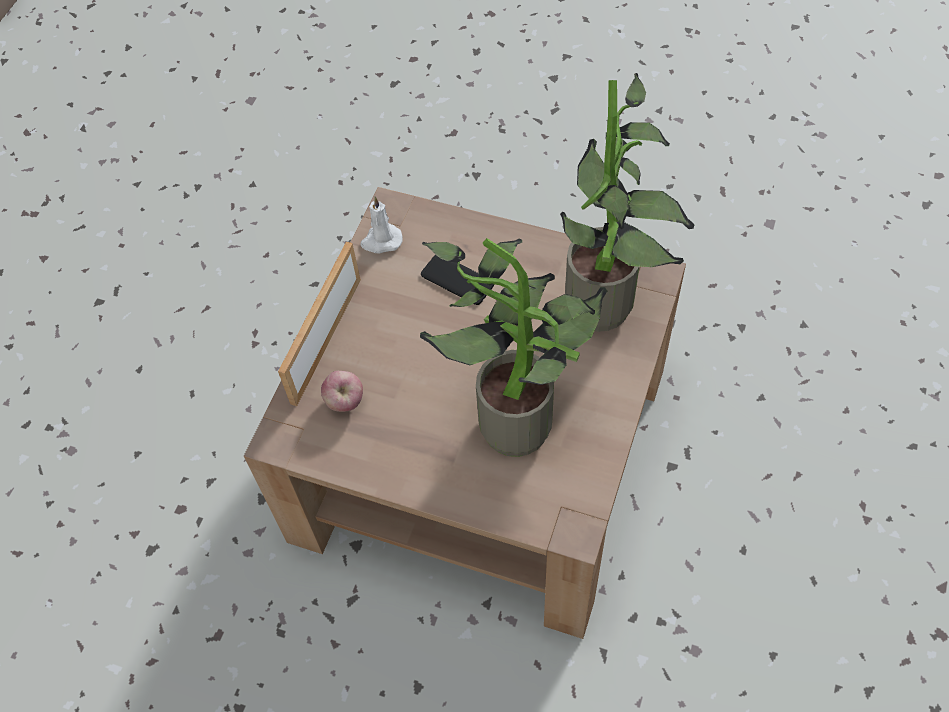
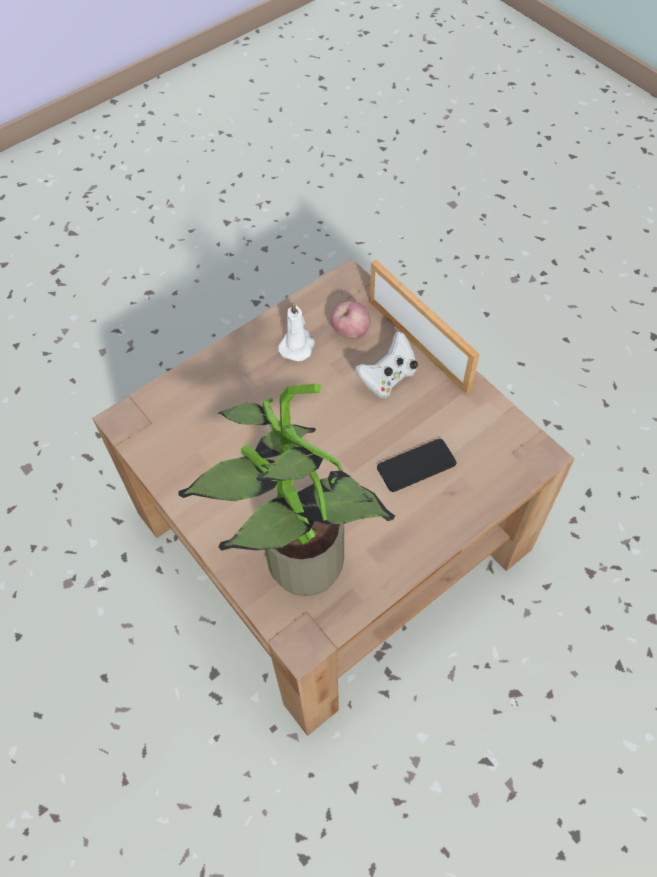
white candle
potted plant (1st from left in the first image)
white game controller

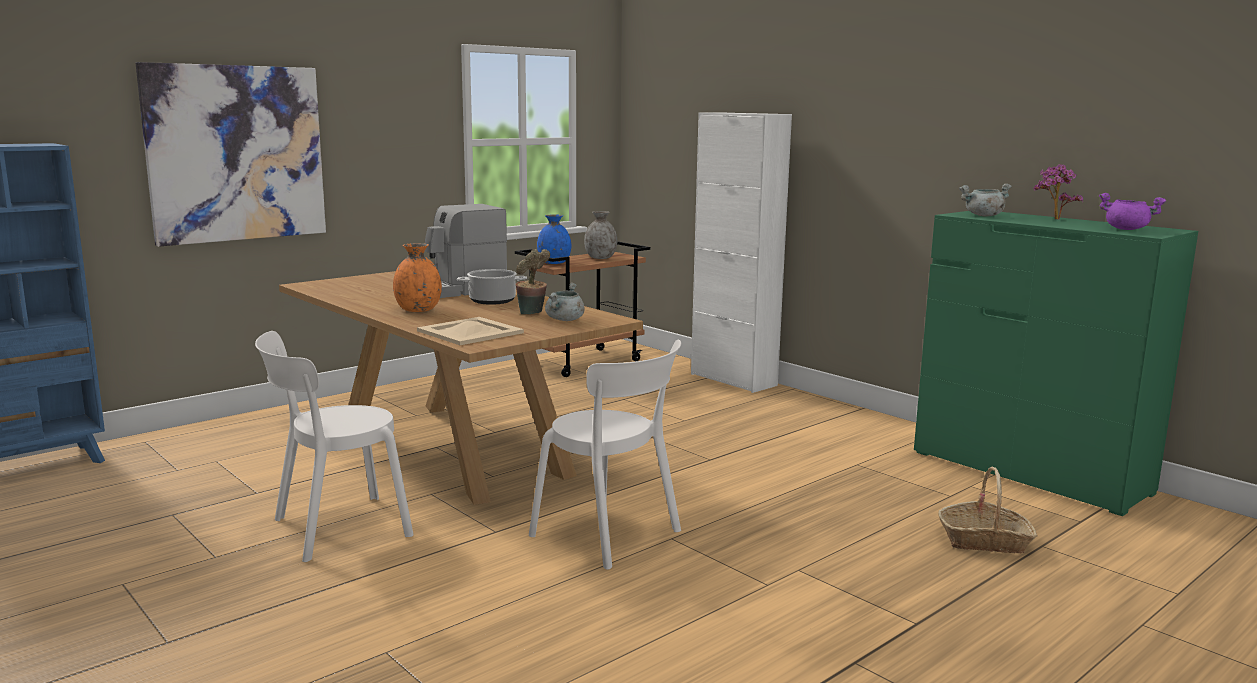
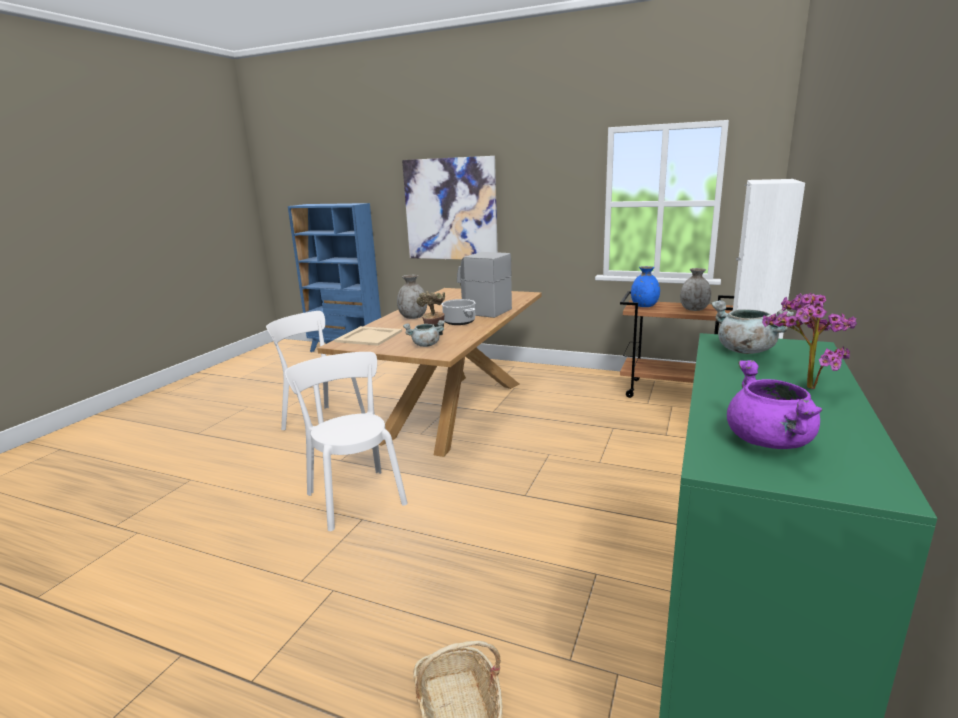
grey vase (1st from left)
white chair (2nd from left)

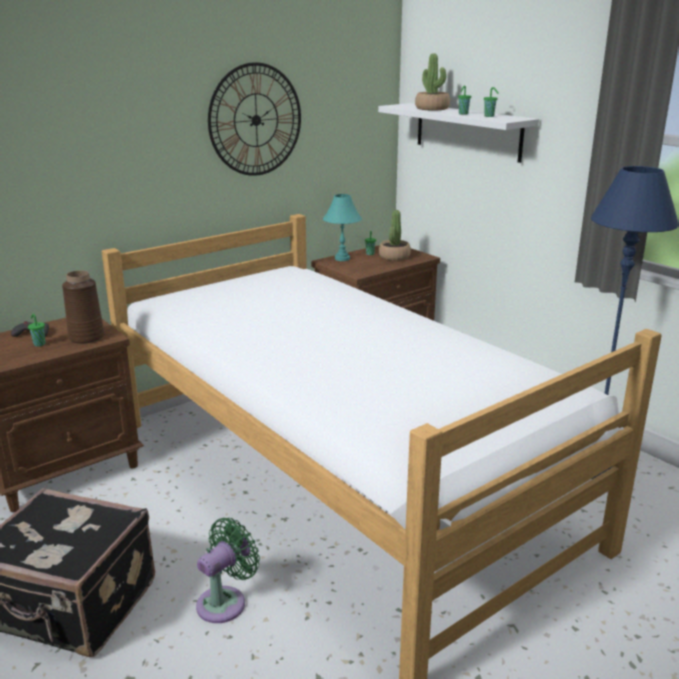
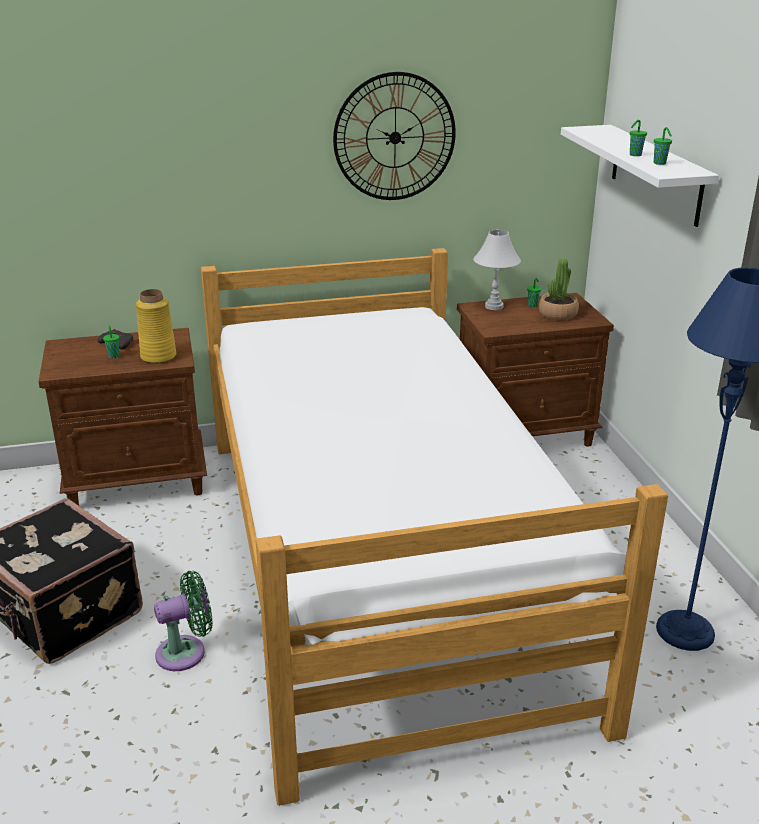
yellow vase
white table lamp
potted plant (2nd from left in the first image)

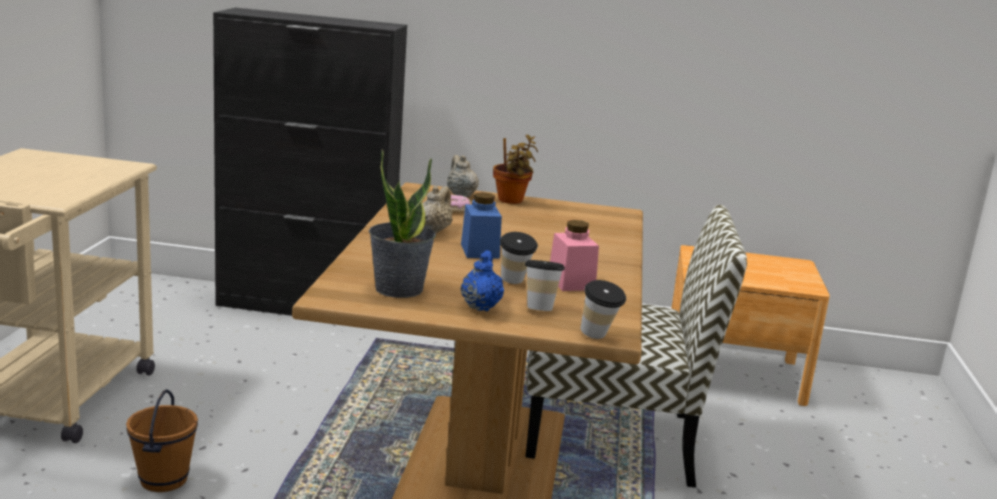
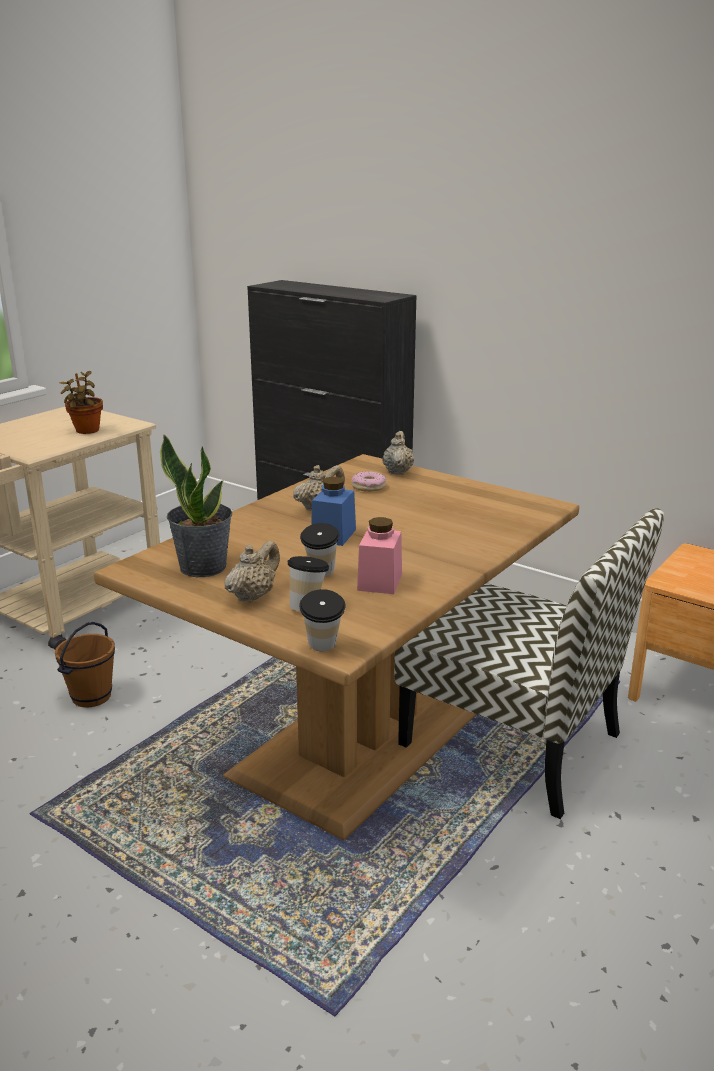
beige teapot (1st from left)
potted plant (1st from left)

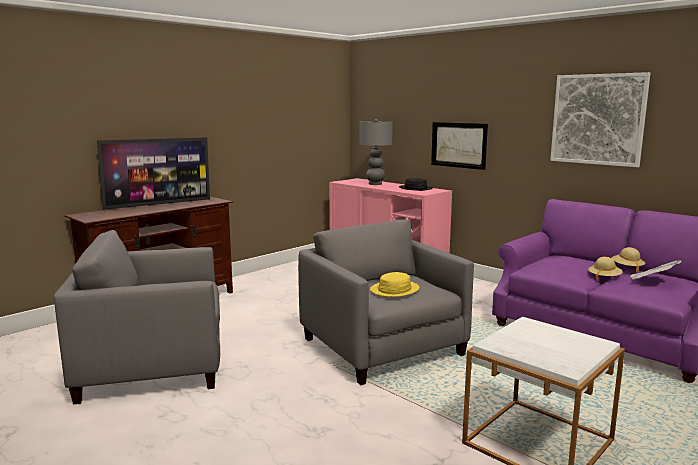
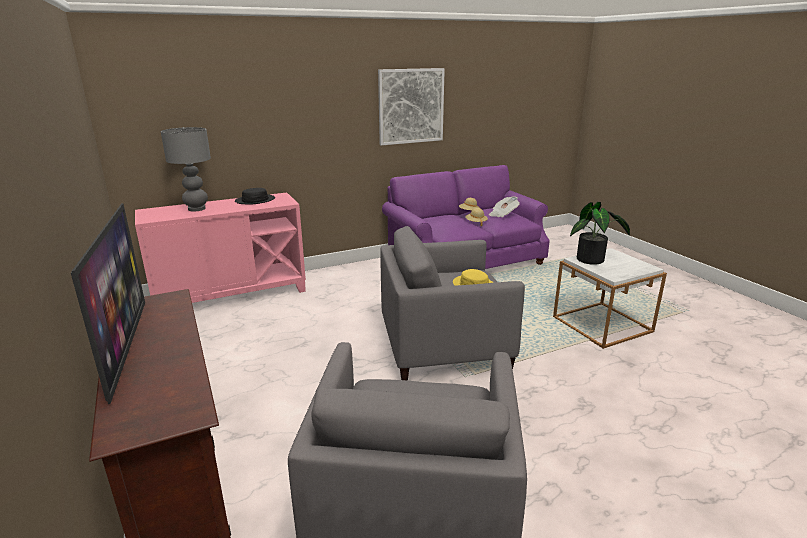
picture (1st from left in the first image)
potted plant

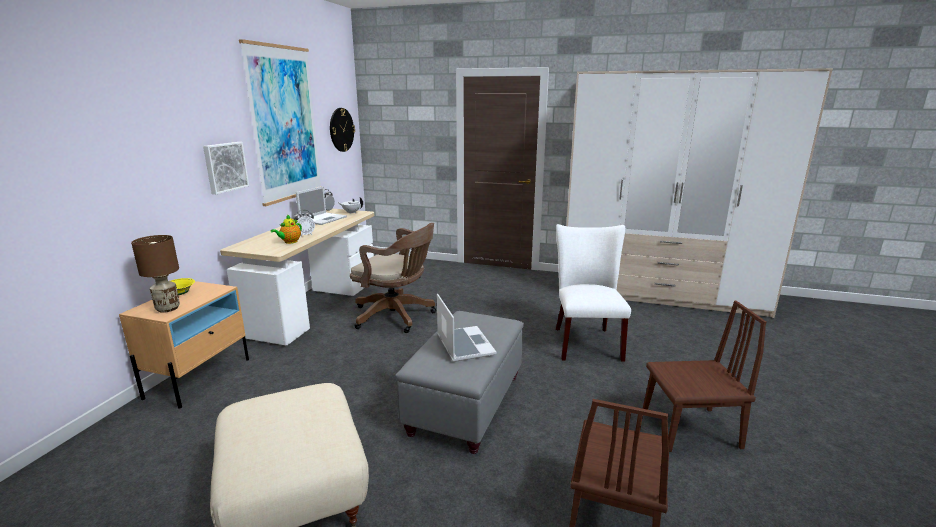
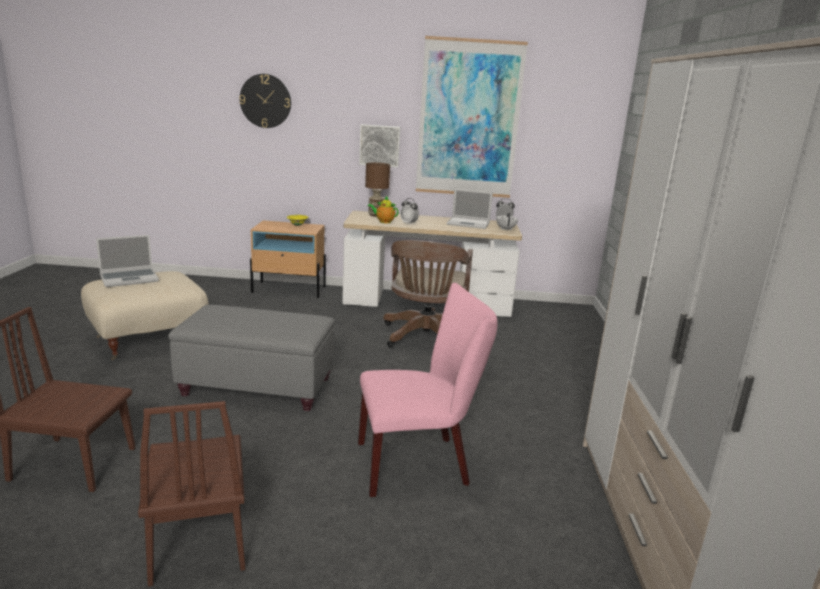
brown table lamp
wall clock
laptop (1st from left)
pink chair

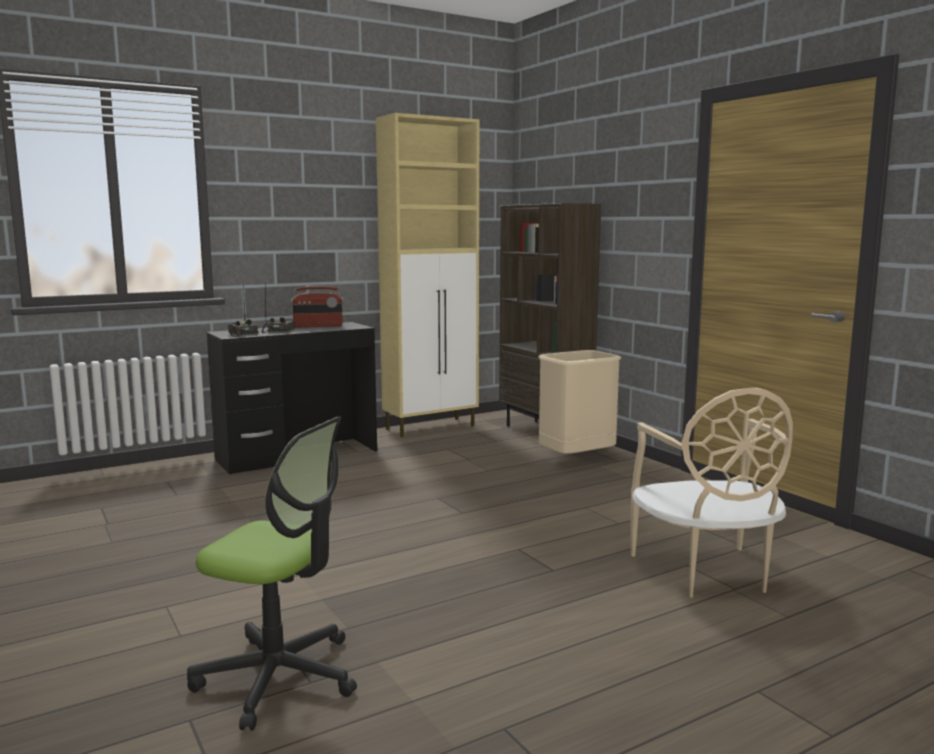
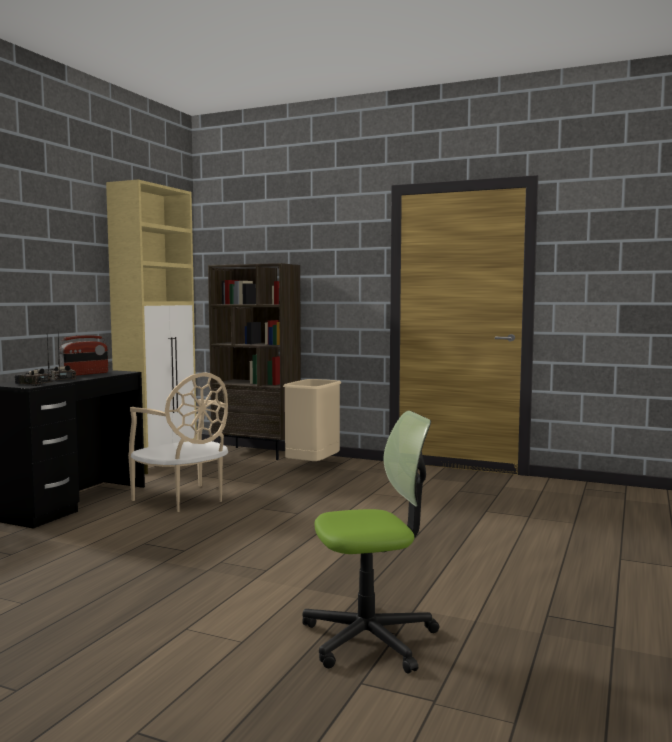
beige chair

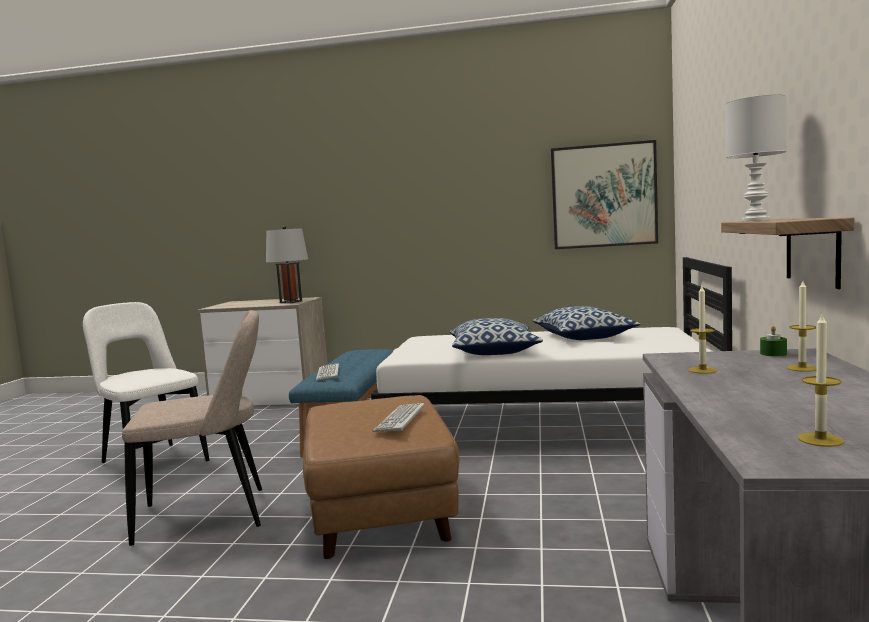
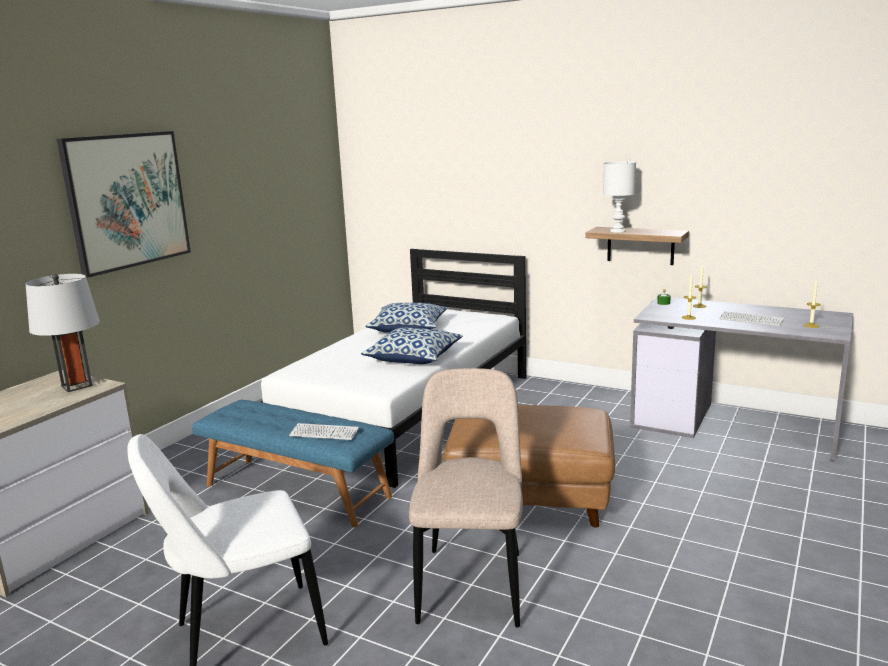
keyboard (2nd from left)
picture

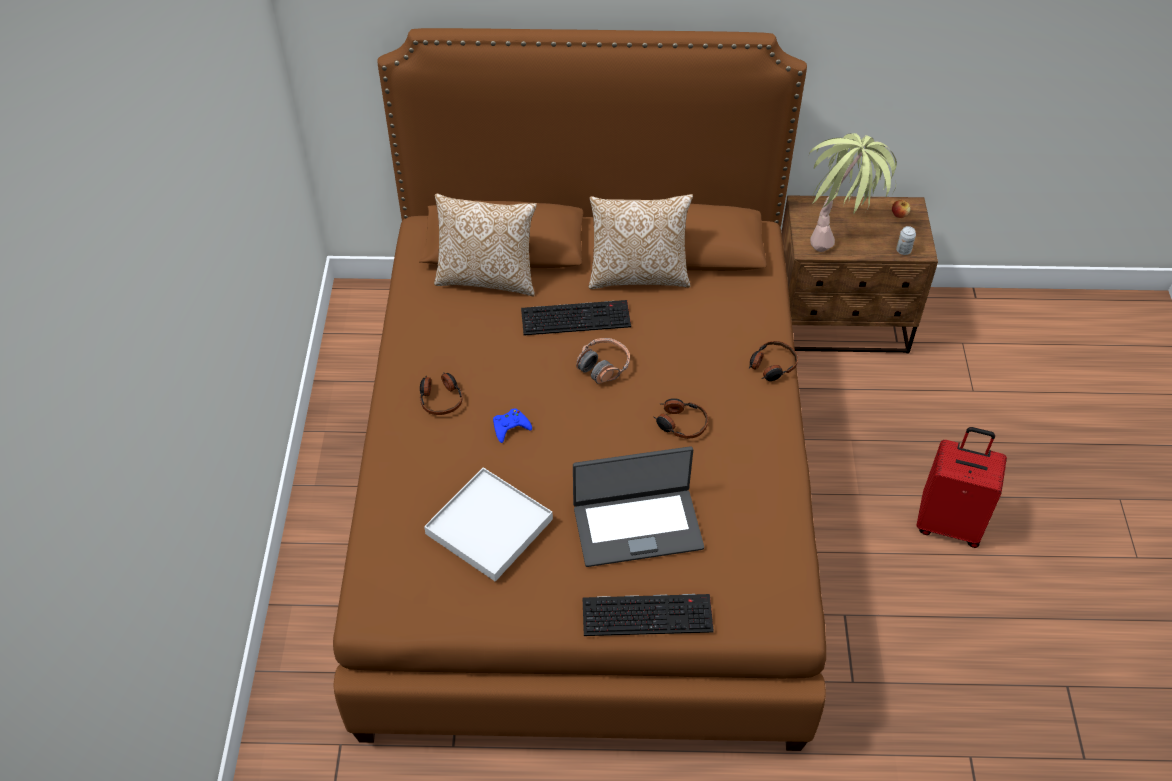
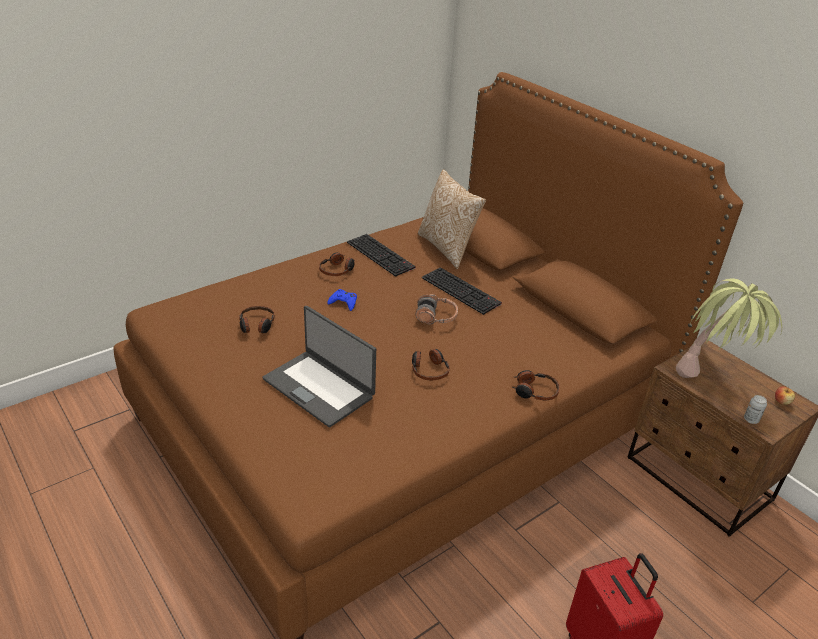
headphones (1st from left)
keyboard (1st from left)
pillow (2nd from left in the first image)

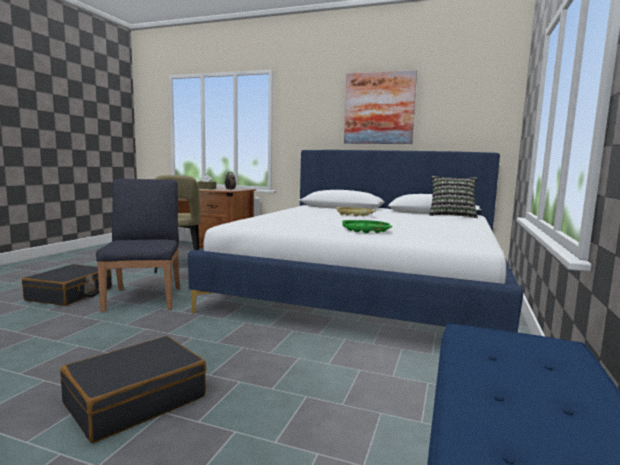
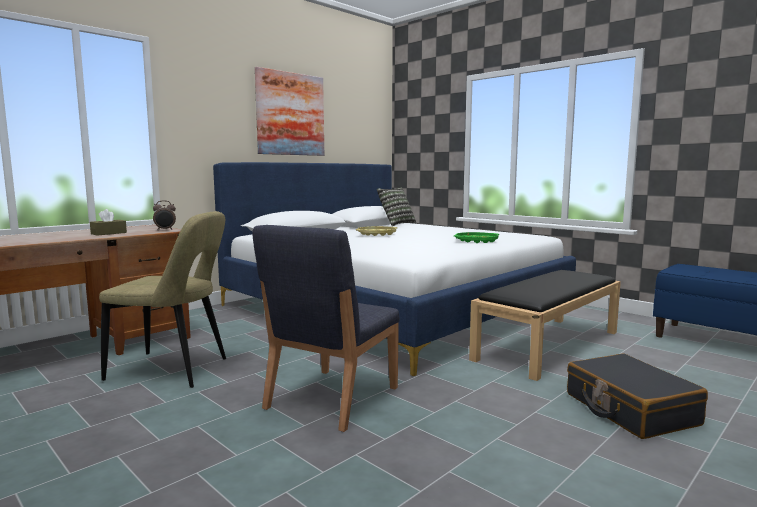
black suitcase (1st from left in the first image)
blue chair
black bench

